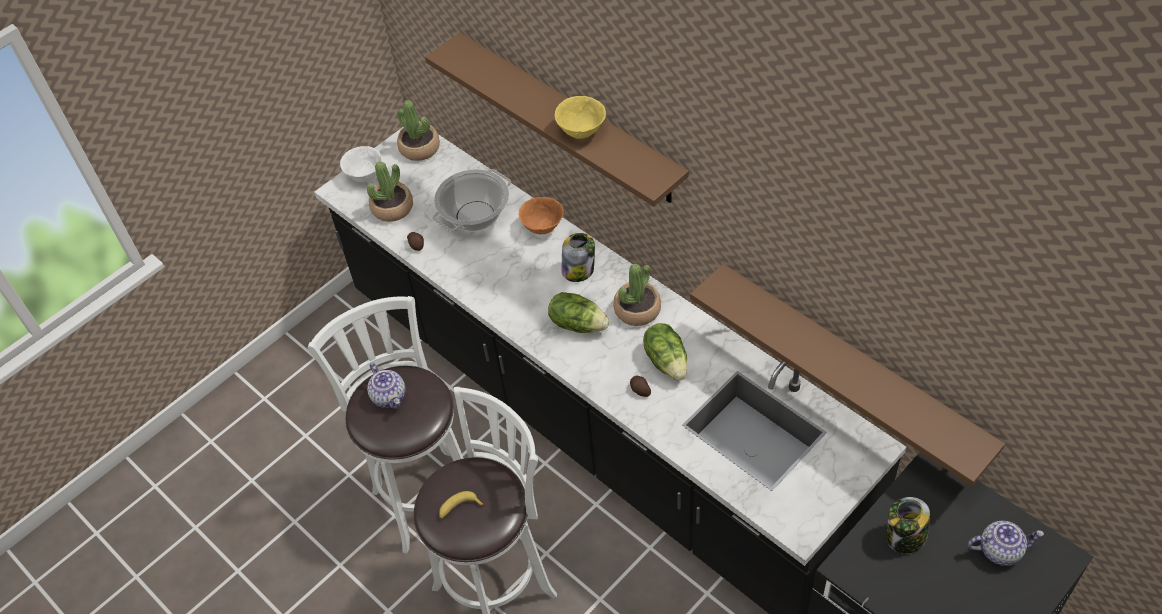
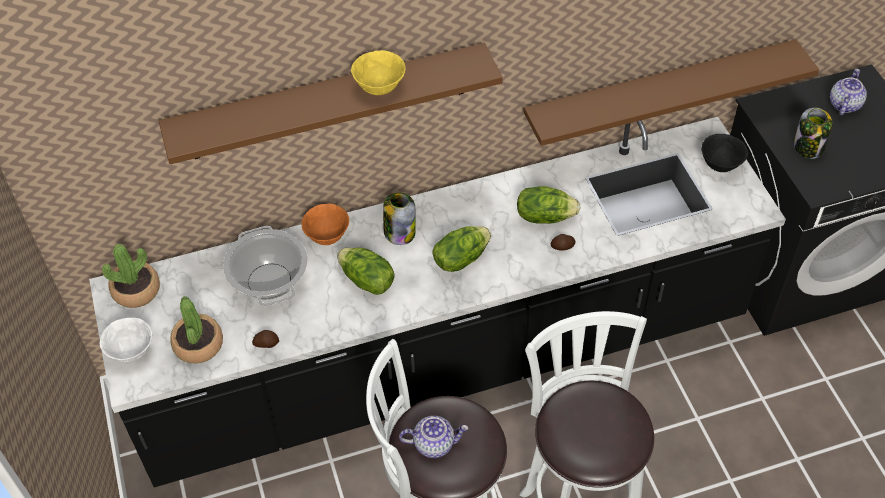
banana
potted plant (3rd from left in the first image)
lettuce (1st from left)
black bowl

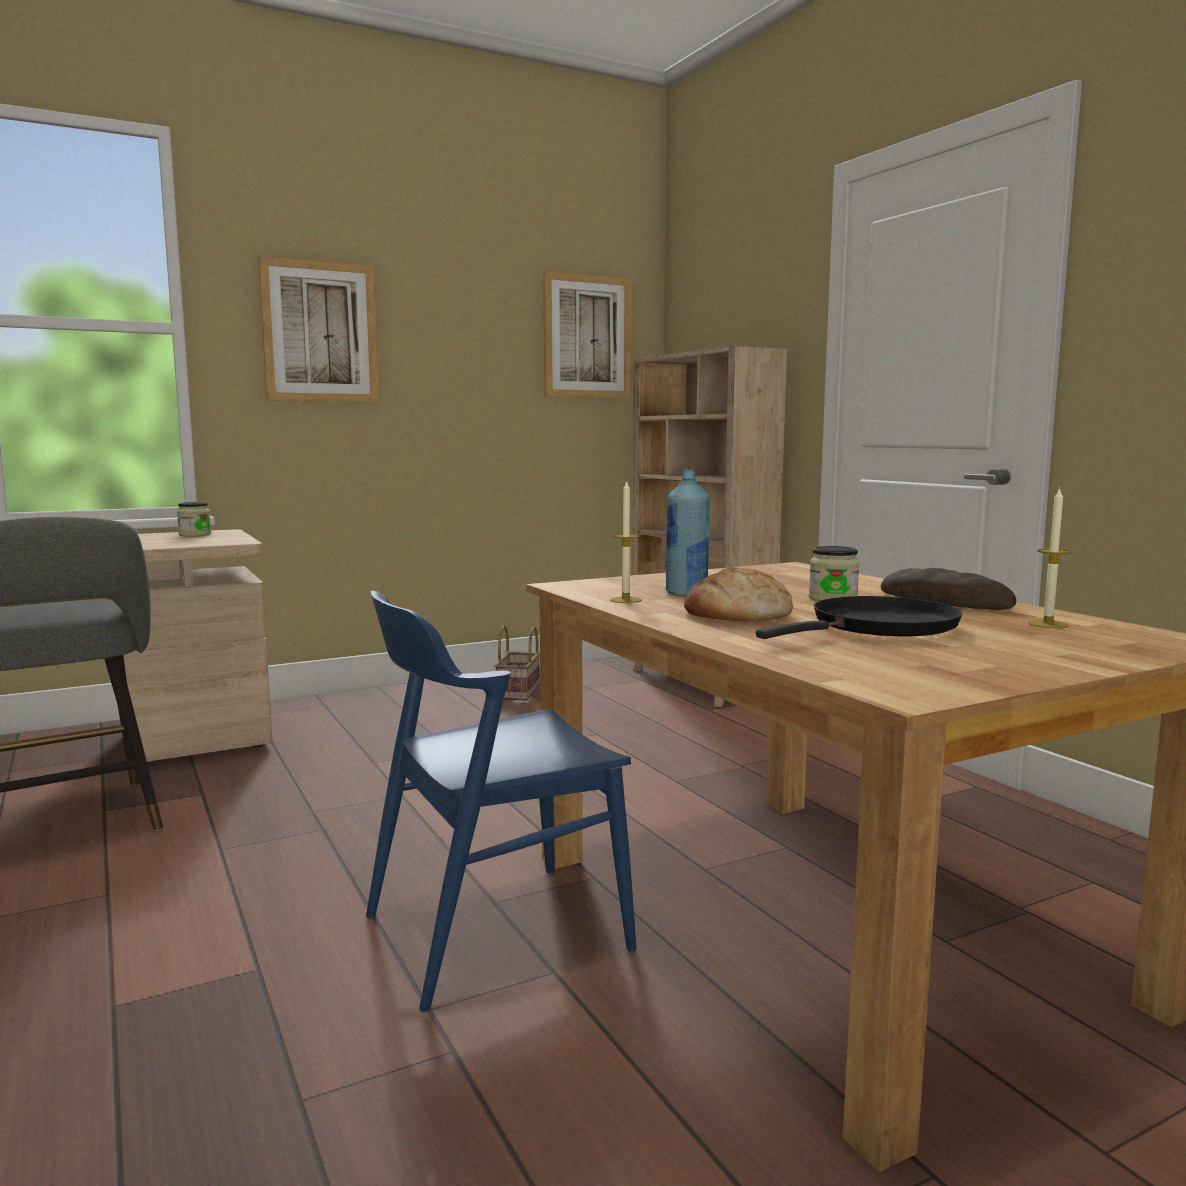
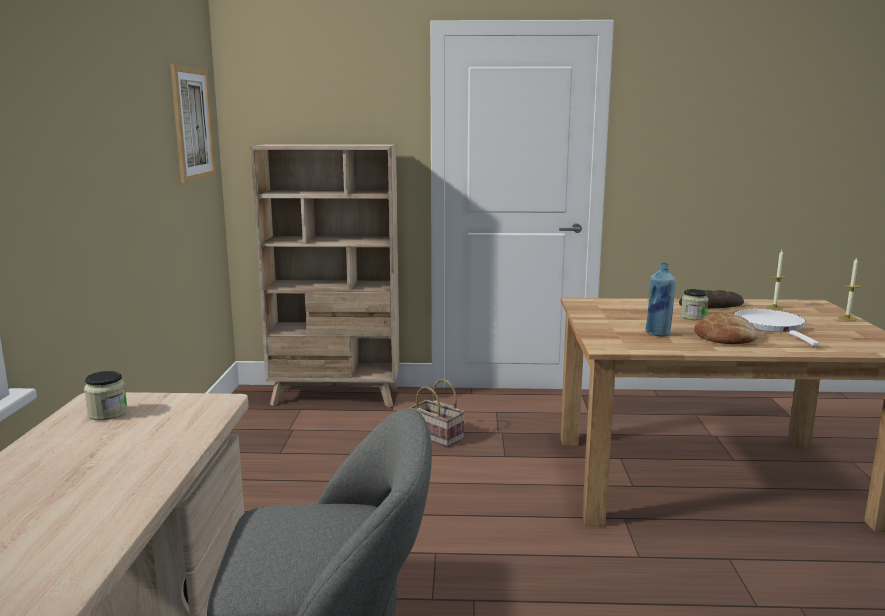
picture (1st from left in the first image)
blue chair
basket
candle (2nd from left)
white frying pan

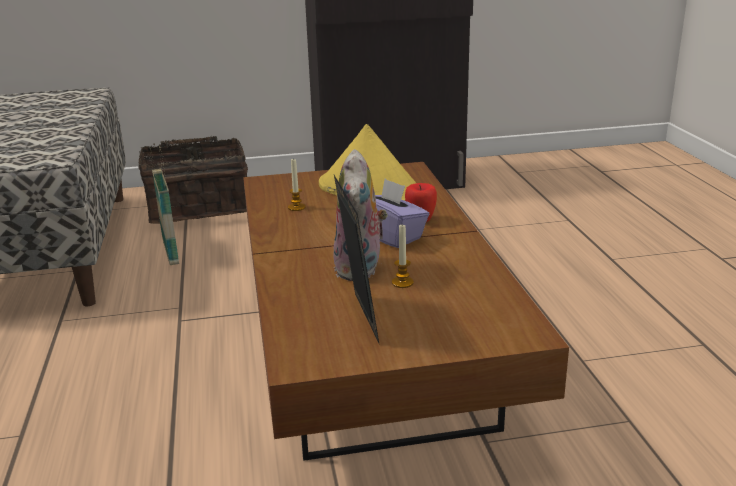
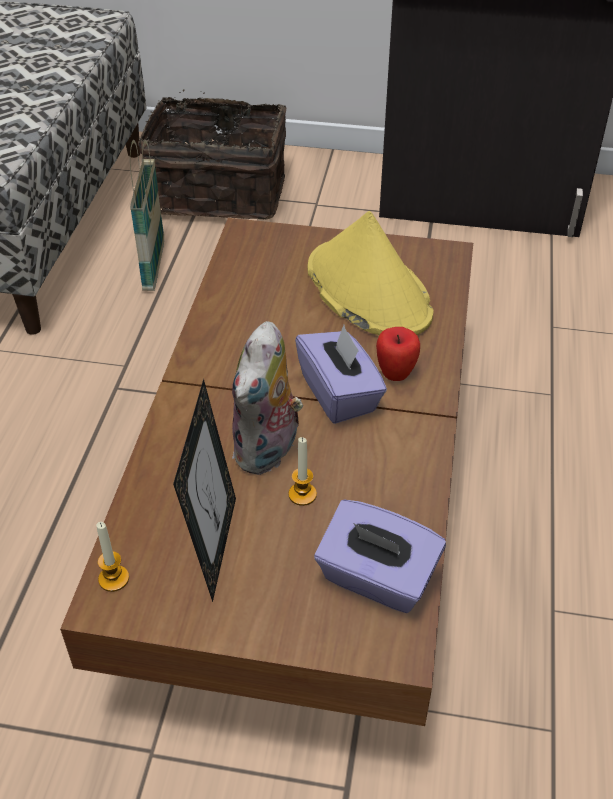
candle (1st from left)
purple tissue box (2nd from left)

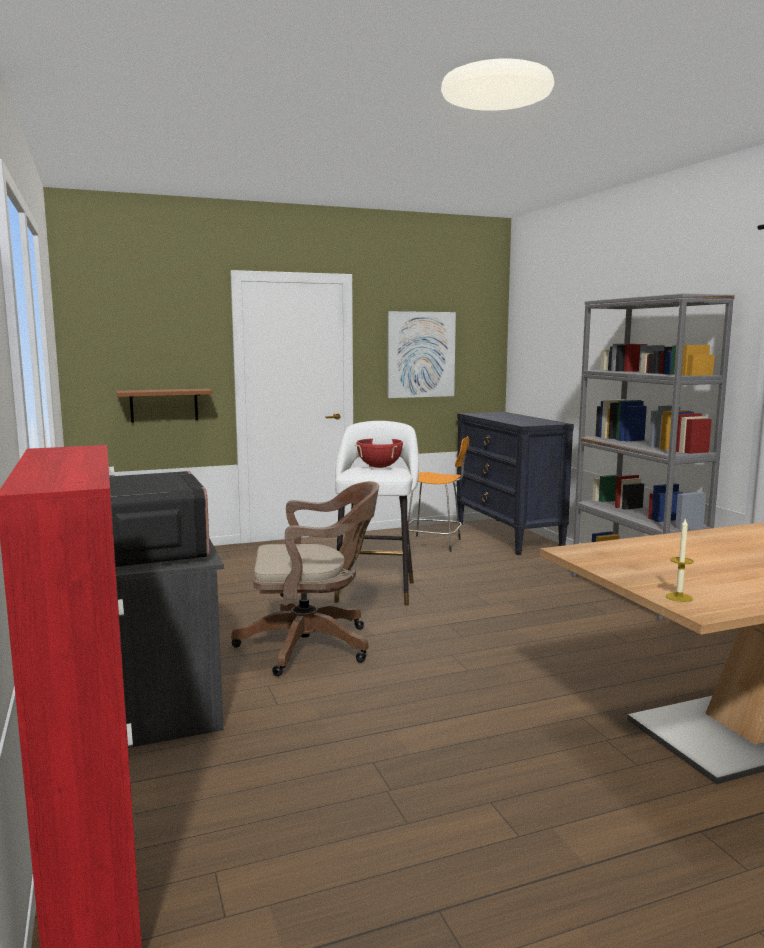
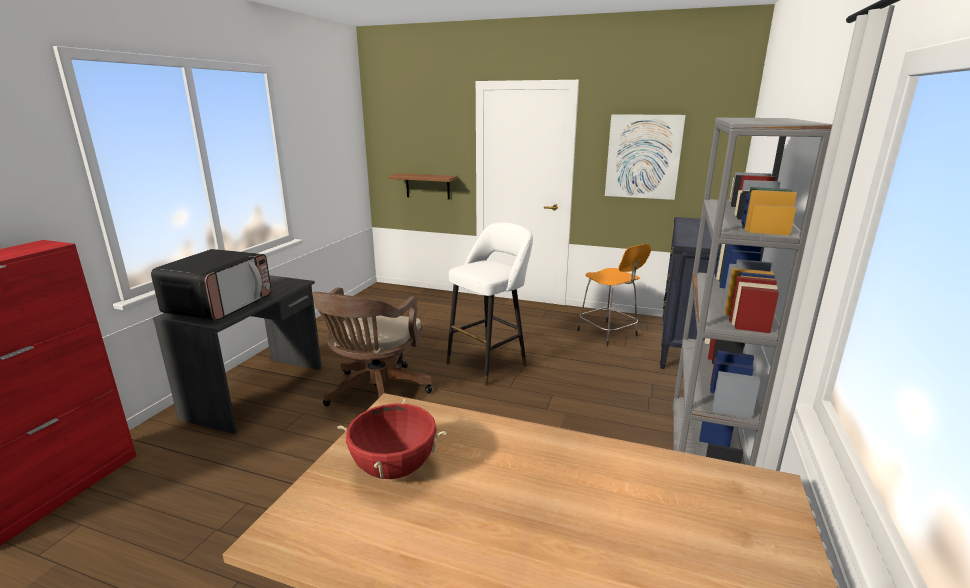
brown office chair
red cooking pot
candle

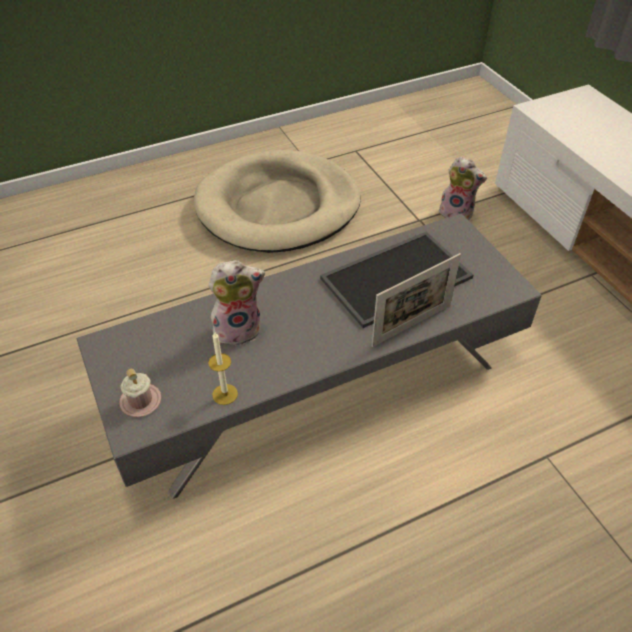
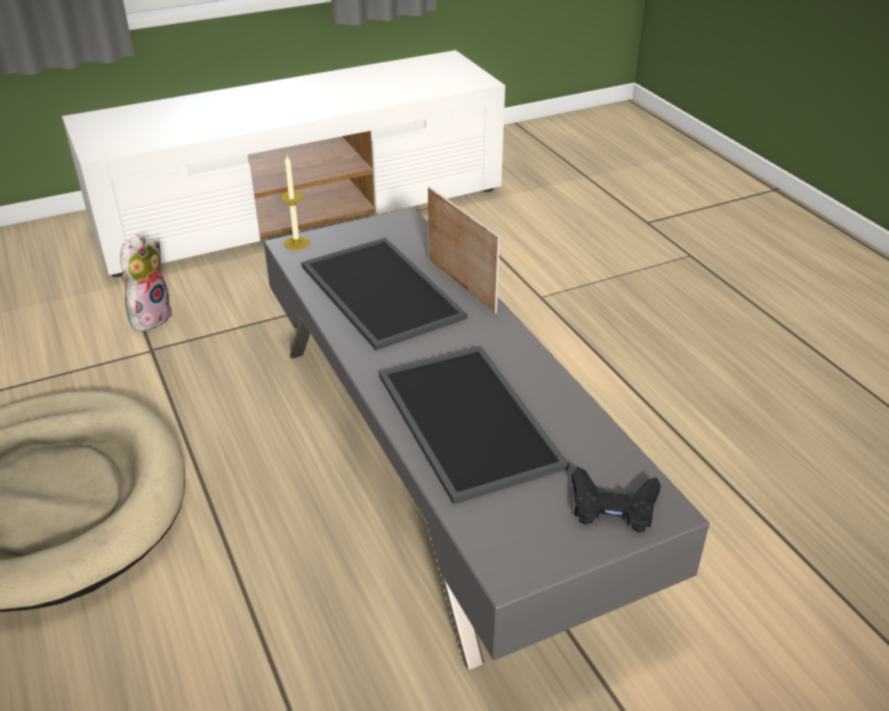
black game controller
tray (2nd from left)
candle

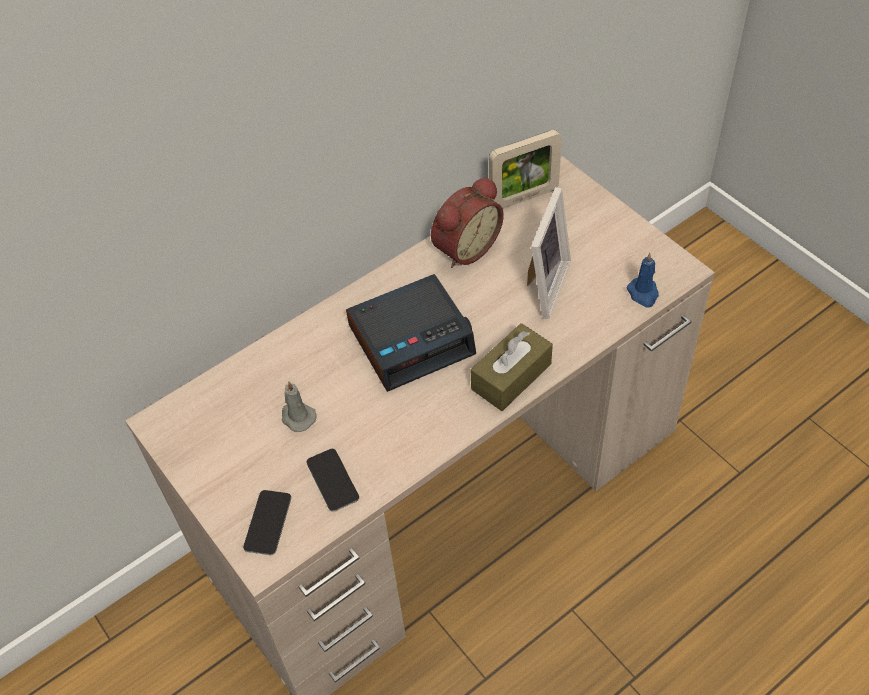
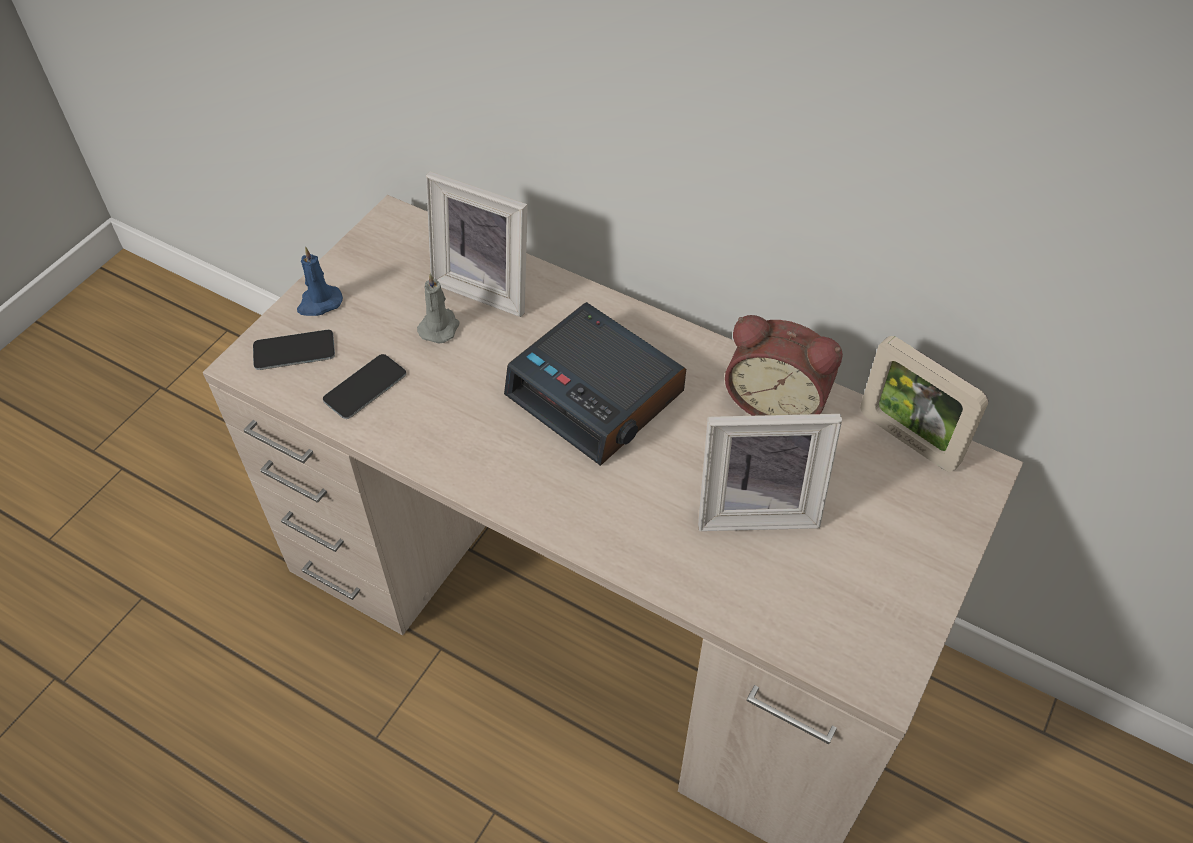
brown tissue box
blue candle
picture frame (1st from left)

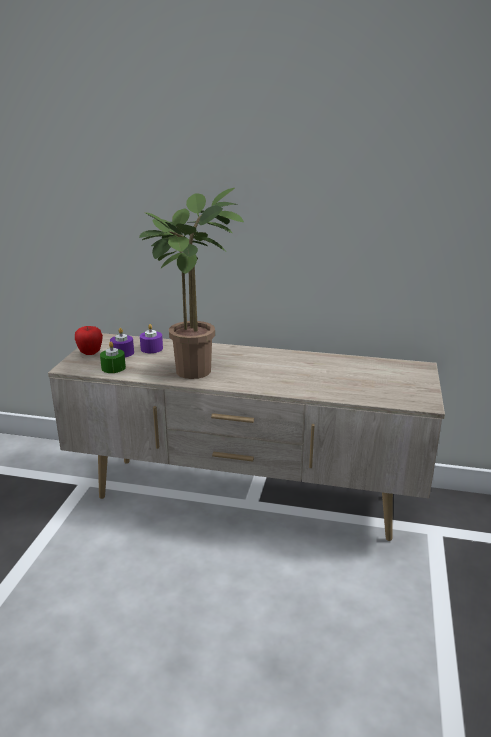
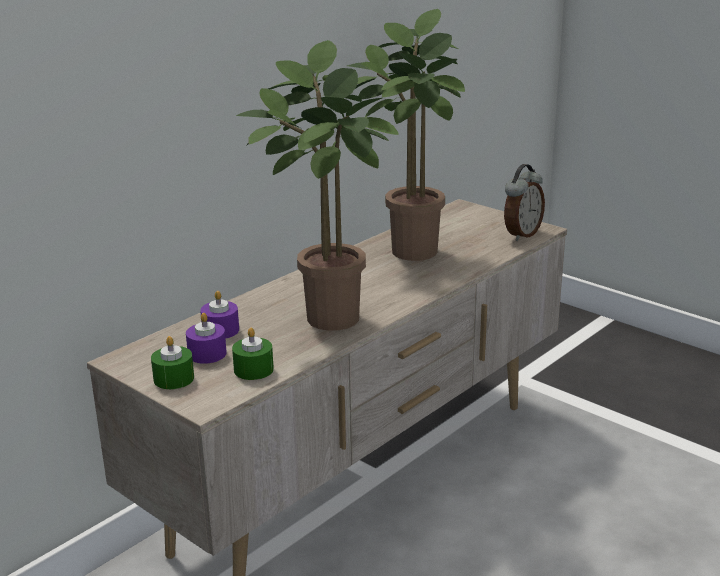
green candle (1st from left)
potted plant (2nd from left)
alarm clock

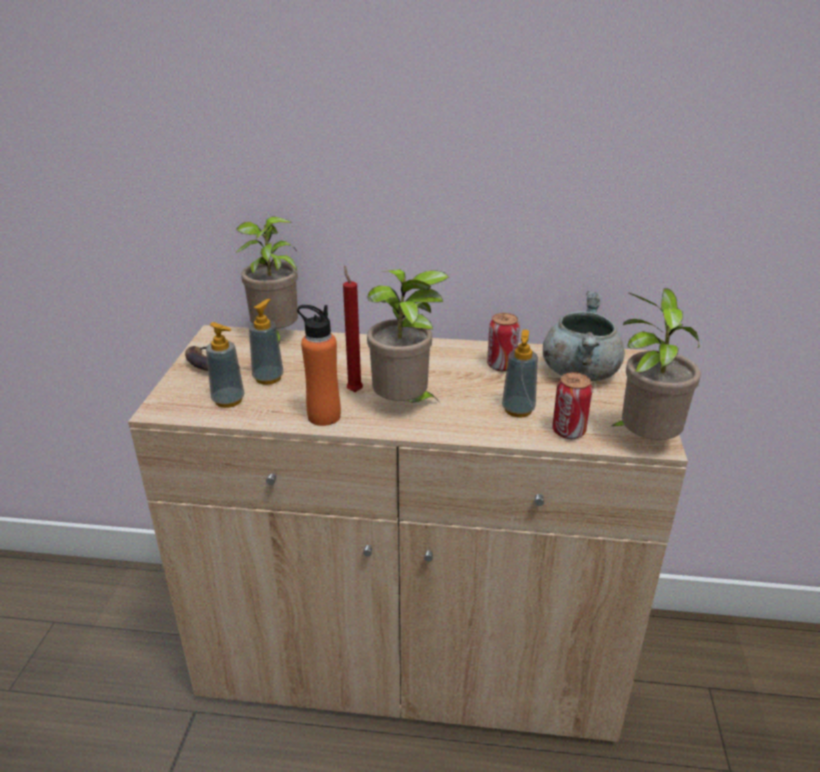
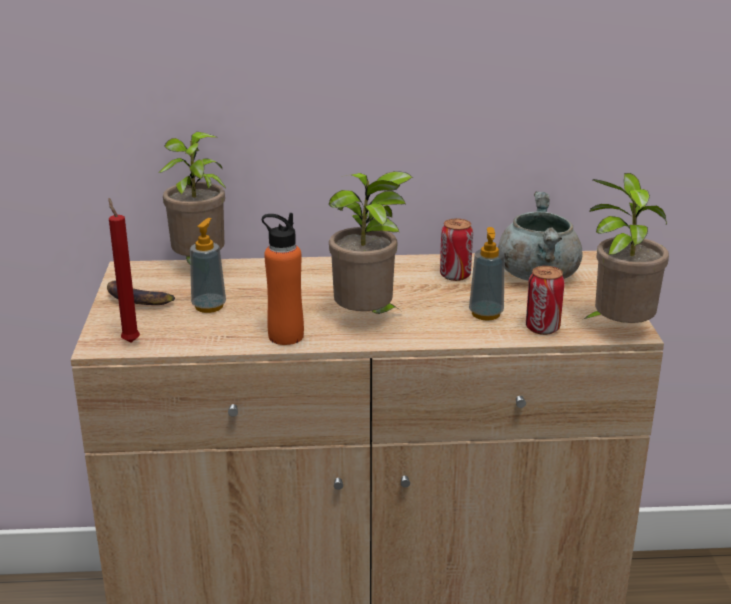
soap dispenser (1st from left in the first image)
red candle

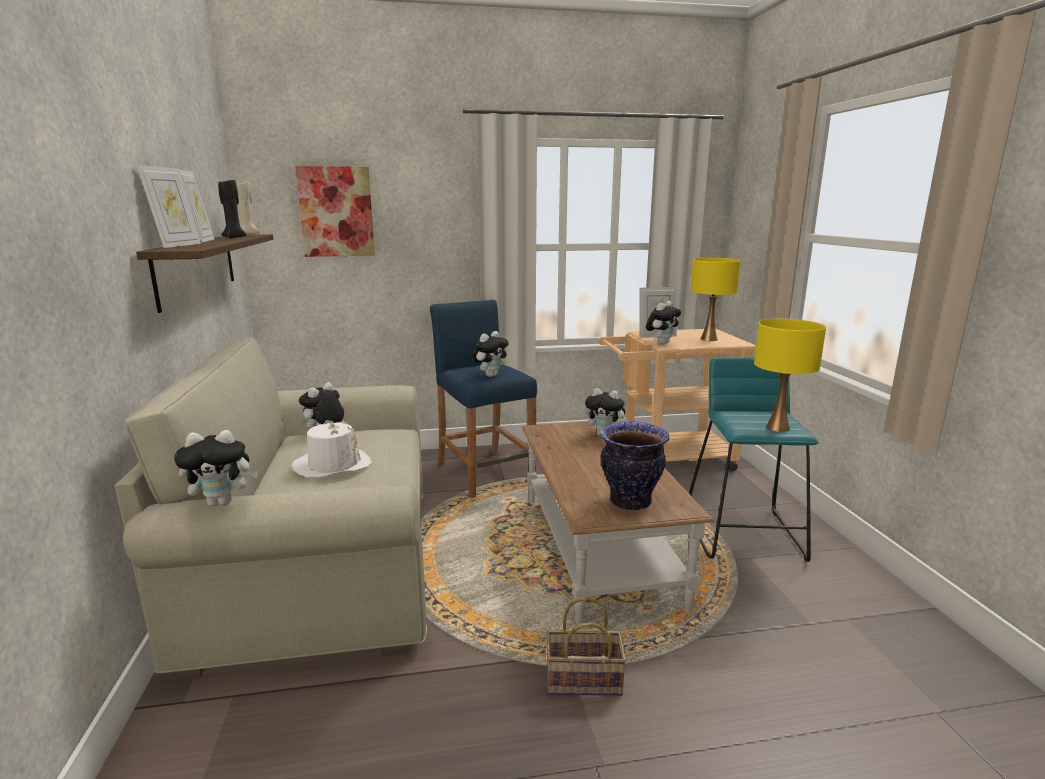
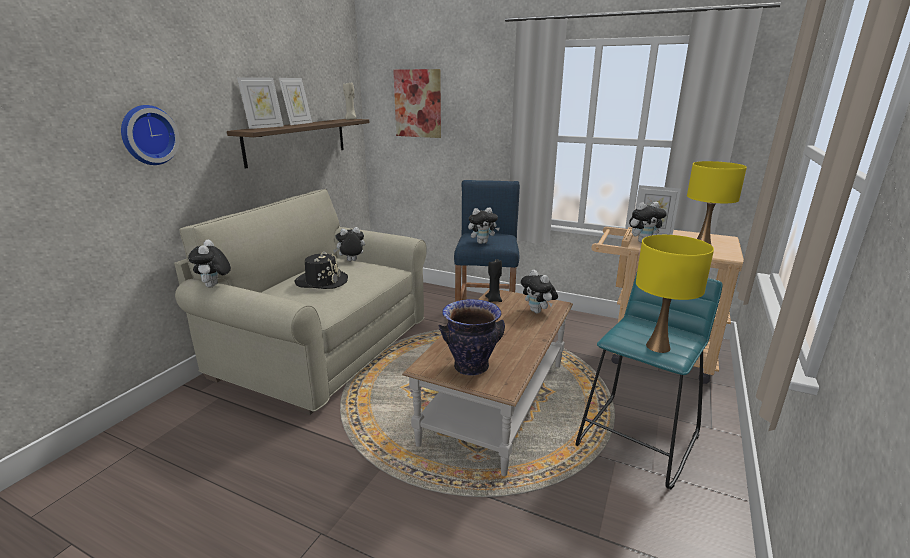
plush toy (1st from left)
black candle
black hat
basket
wall clock

